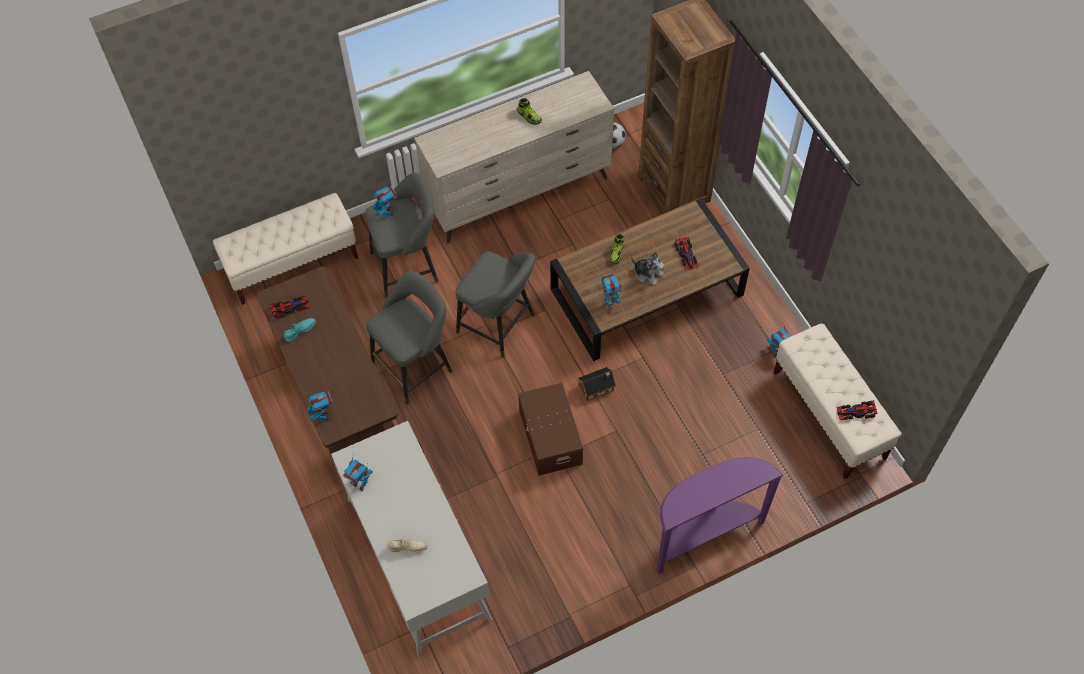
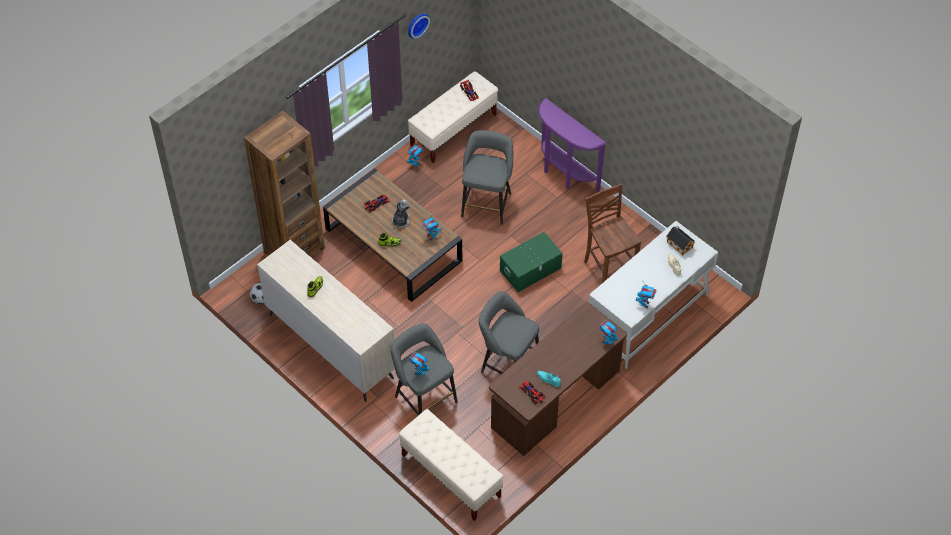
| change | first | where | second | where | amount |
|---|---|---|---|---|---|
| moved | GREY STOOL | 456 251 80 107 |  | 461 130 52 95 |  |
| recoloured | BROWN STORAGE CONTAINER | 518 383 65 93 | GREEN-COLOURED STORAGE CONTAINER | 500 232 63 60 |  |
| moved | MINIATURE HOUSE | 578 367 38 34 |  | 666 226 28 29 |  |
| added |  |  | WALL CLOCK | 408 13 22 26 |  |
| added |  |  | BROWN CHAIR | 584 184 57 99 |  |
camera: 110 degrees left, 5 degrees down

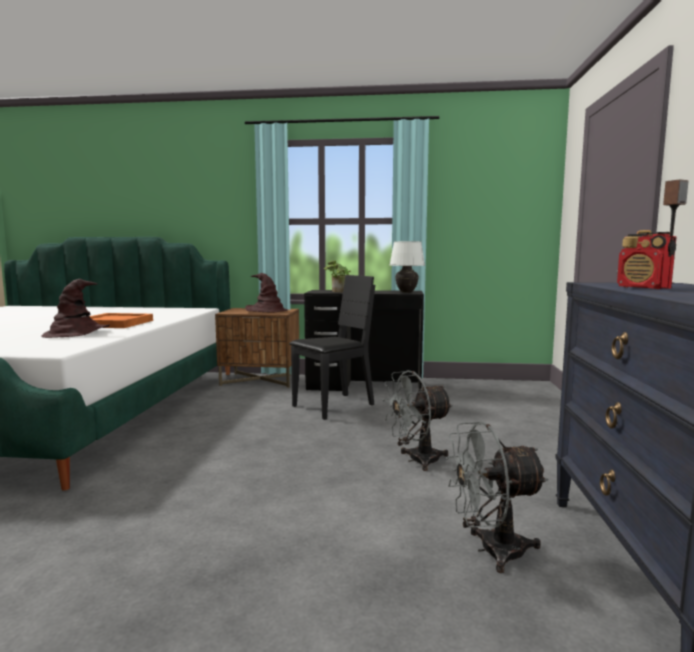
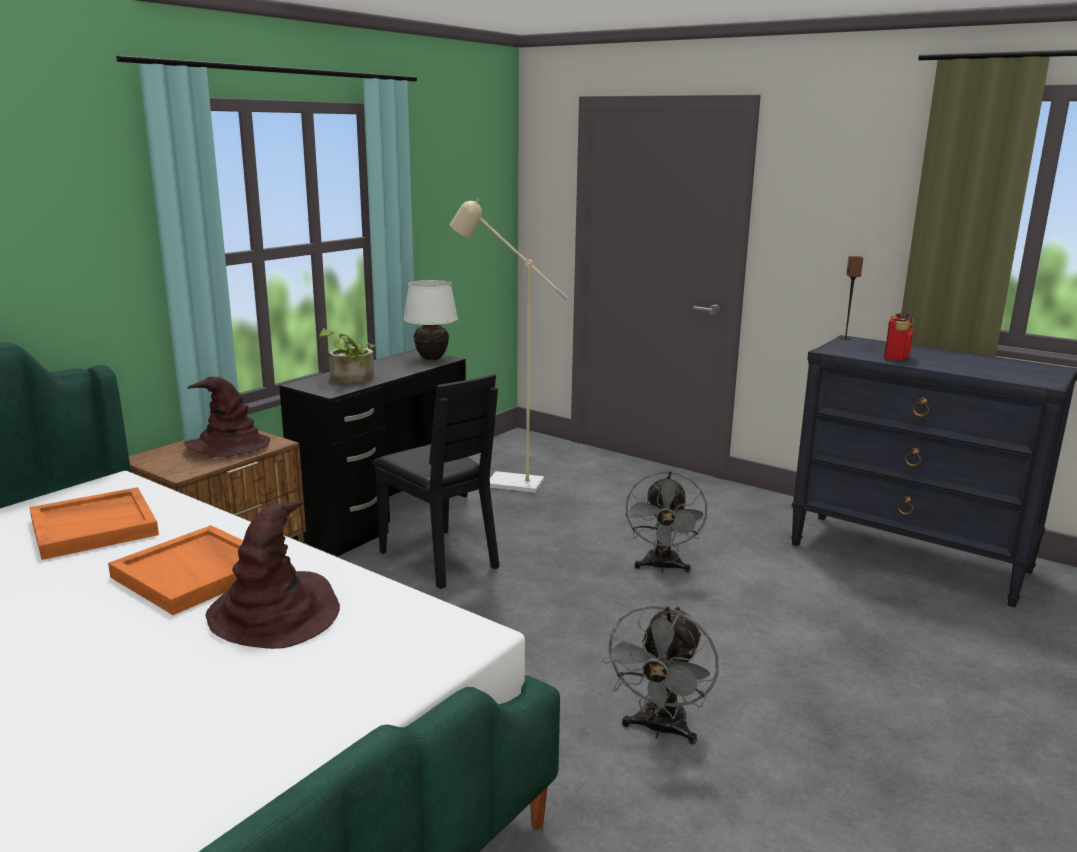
| change | first | where | second | where | amount |
|---|---|---|---|---|---|
| turned | BLACKISH CHAIR | 289 275 86 145 |  | 372 374 128 215 | 150 degrees clockwise |
| moved | GREY COOLING FAN | 446 421 103 152 |  | 602 605 117 140 |  |
| turned | RADIO SET | 617 230 60 59 |  | 884 313 30 48 | 60 degrees counterclockwise |
| added |  |  | ORANGE-COLOURED SERVING TRAY | 29 487 130 73 |  |
| added |  |  | BEIGE STANDARD LAMP | 450 199 118 294 |  |
camera: 60 degrees left, 10 degrees up

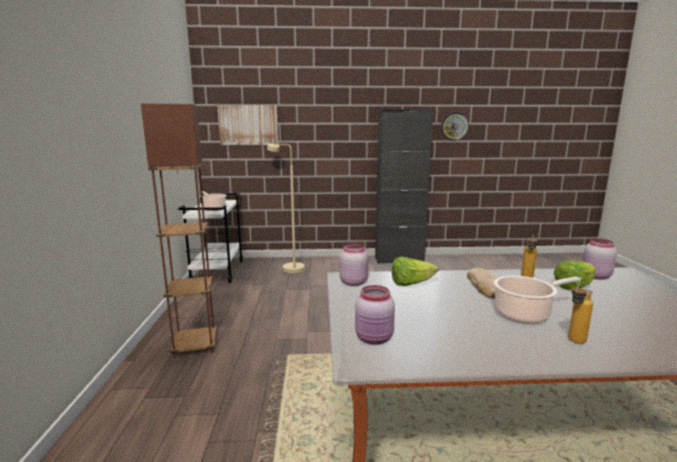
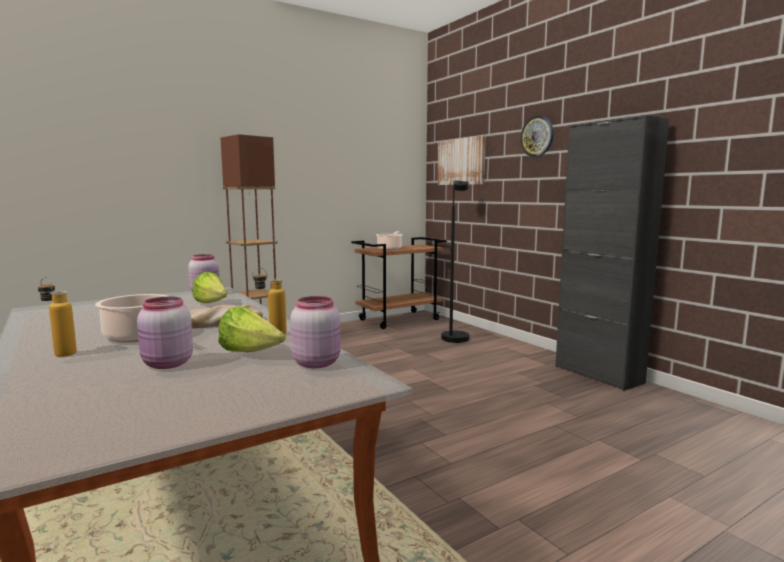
| change | first | where | second | where | amount |
|---|---|---|---|---|---|
| recoloured | WHITISH CART | 178 193 65 90 | BROWN CART | 351 237 96 92 |  |
| recoloured | BEIGE STANDARD LAMP | 267 143 38 130 | BLACKISH STANDARD LAMP | 441 180 28 163 |  |
| moved | PINK STORAGE JAR | 355 285 40 60 |  | 137 297 56 72 |  |
| moved | WALL CLOCK | 441 112 28 29 |  | 520 115 34 42 |  |
camera: 60 degrees right, 5 degrees down

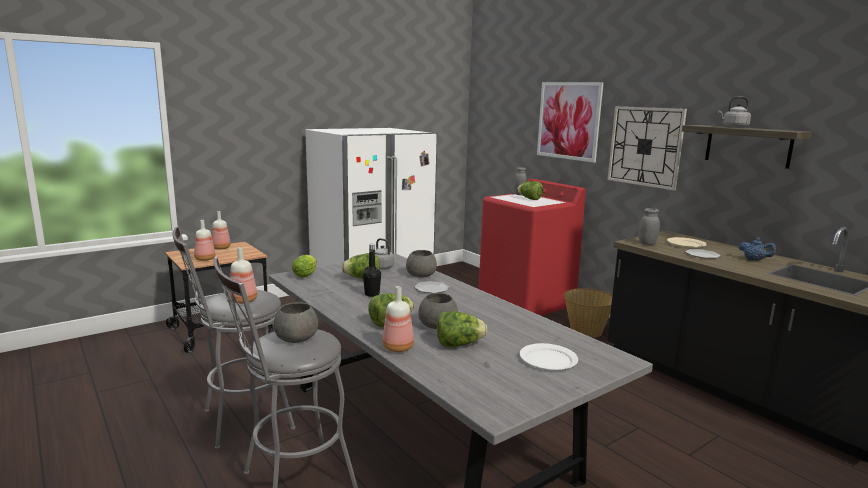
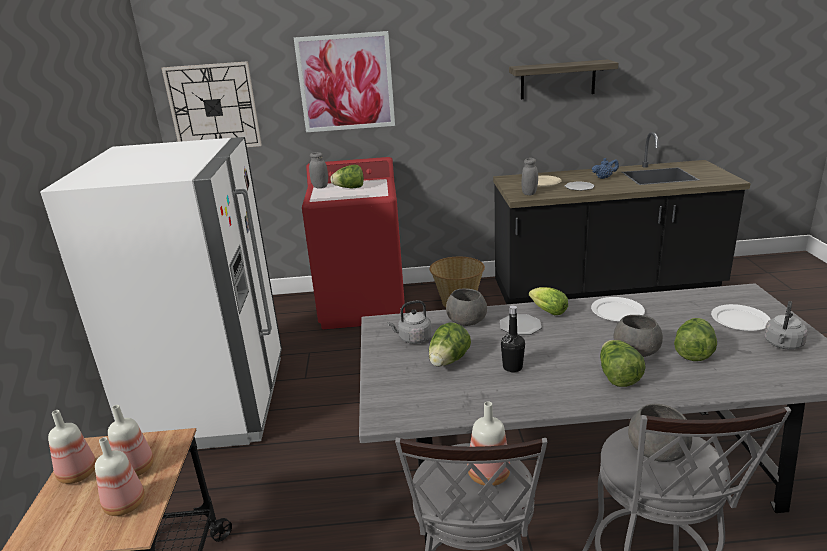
| change | first | where | second | where | amount |
|---|---|---|---|---|---|
| moved | HEAD OF LETTUCE | 292 255 25 23 |  | 529 287 39 28 |  |
| moved | BEVERAGE BOTTLE | 382 286 32 66 |  | 108 405 46 71 |  |
| moved | WALL CLOCK | 607 106 80 84 |  | 162 61 100 86 |  |
| moved | GREY WATER KETTLE | 718 97 33 31 |  | 764 301 44 48 |  |
| added |  |  | WHITISH FLAT DISH | 591 297 54 24 |  |
camera: 55 degrees left, 10 degrees up

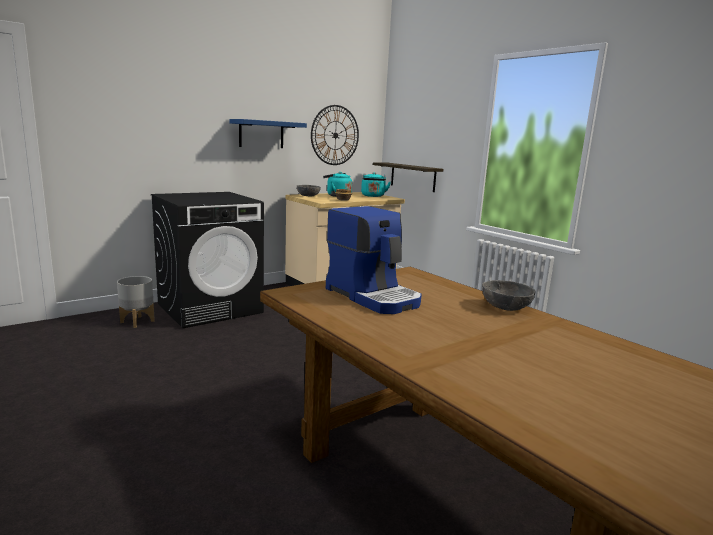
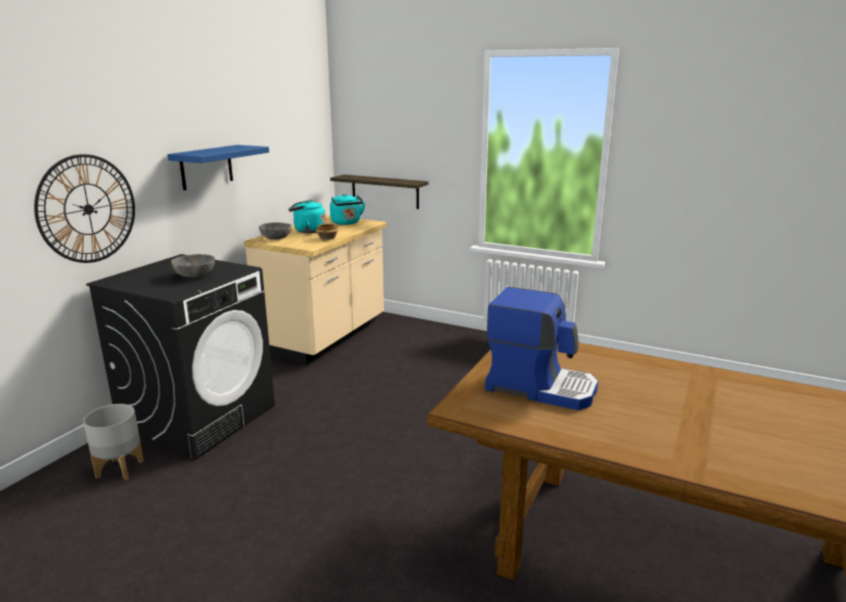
| change | first | where | second | where | amount |
|---|---|---|---|---|---|
| moved | WALL CLOCK | 311 105 48 60 |  | 34 154 101 109 |  |
| moved | GREY DEEP DISH | 482 280 53 31 |  | 171 254 44 24 |  |
camera: 25 degrees left, 5 degrees up

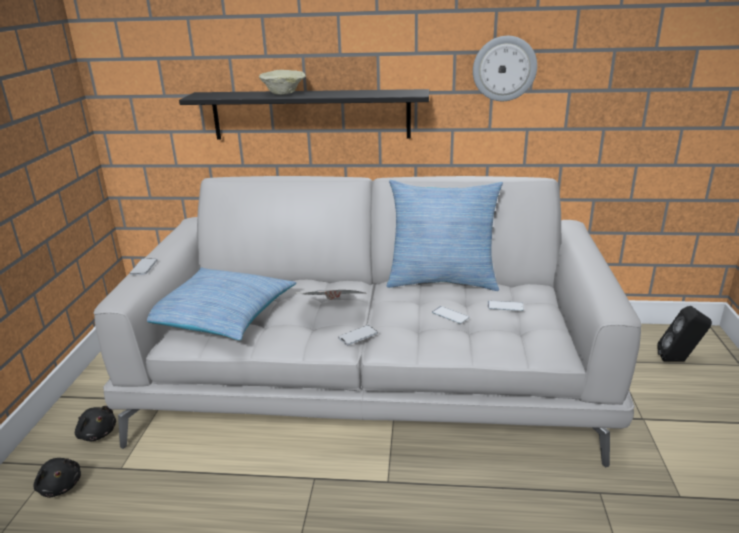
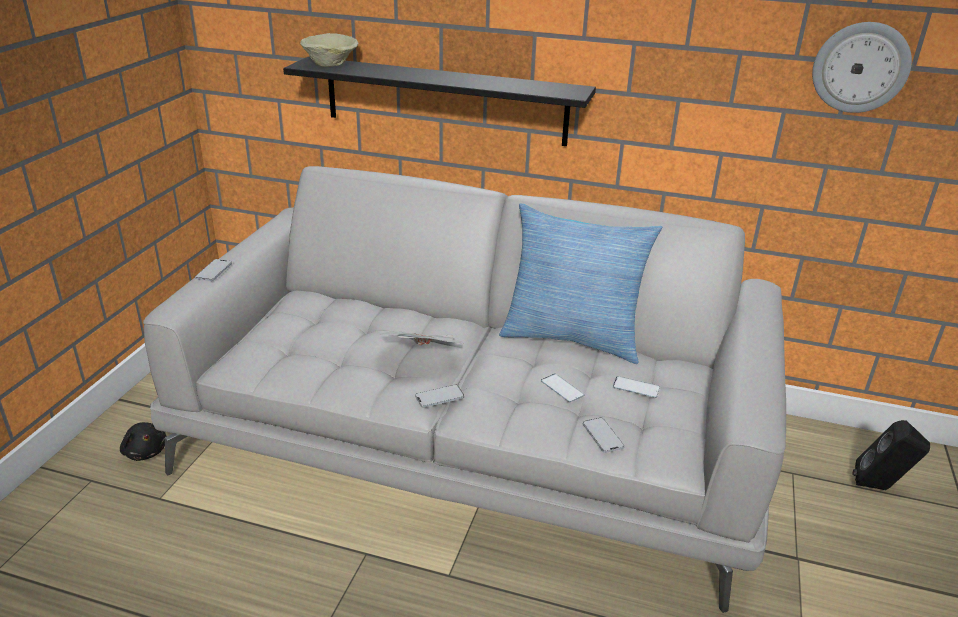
| change | first | where | second | where | amount |
|---|---|---|---|---|---|
| removed | BLACKISH PLUSH TOY | 34 458 47 40 |  |  |  |
| removed | PILLOW | 147 268 149 72 |  |  |  |
| moved | BEIGE DEEP DISH | 259 70 46 25 |  | 300 33 58 34 |  |
| moved | WALL CLOCK | 473 36 64 65 |  | 812 22 100 91 |  |
| added |  |  | HANDSET | 583 417 41 36 |  |
camera: 10 degrees right, 5 degrees up

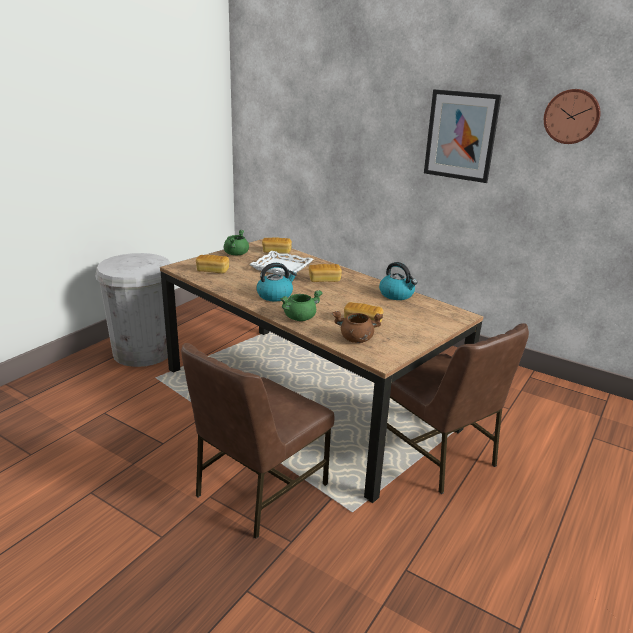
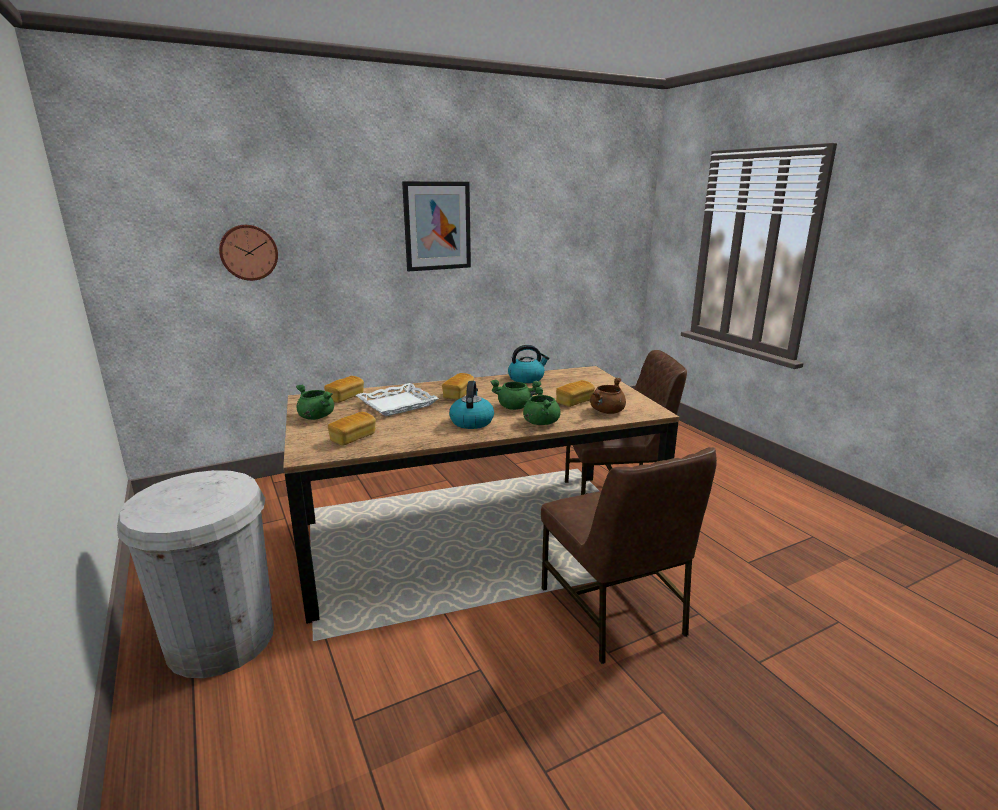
| change | first | where | second | where | amount |
|---|---|---|---|---|---|
| moved | WALL CLOCK | 544 89 57 55 |  | 219 225 59 56 |  |
| added |  |  | GREEN-COLOURED SAUCEPOT | 491 379 50 31 |  |
camera: 60 degrees left, 5 degrees down

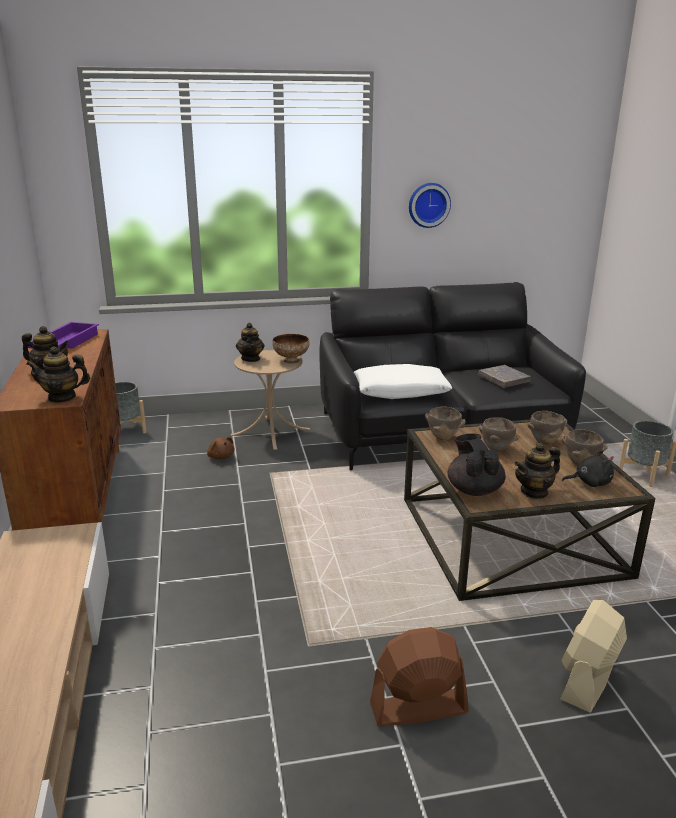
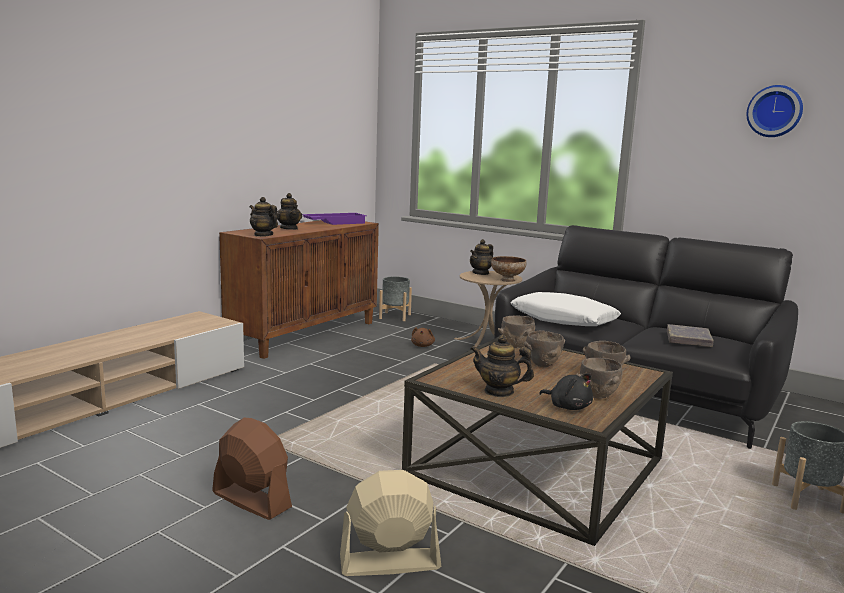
| change | first | where | second | where | amount |
|---|---|---|---|---|---|
| moved | WALL CLOCK | 409 183 42 45 |  | 747 85 56 52 |  |
| removed | BLACKISH TEA POT | 448 433 58 63 |  |  |  |
camera: 45 degrees right, 10 degrees down

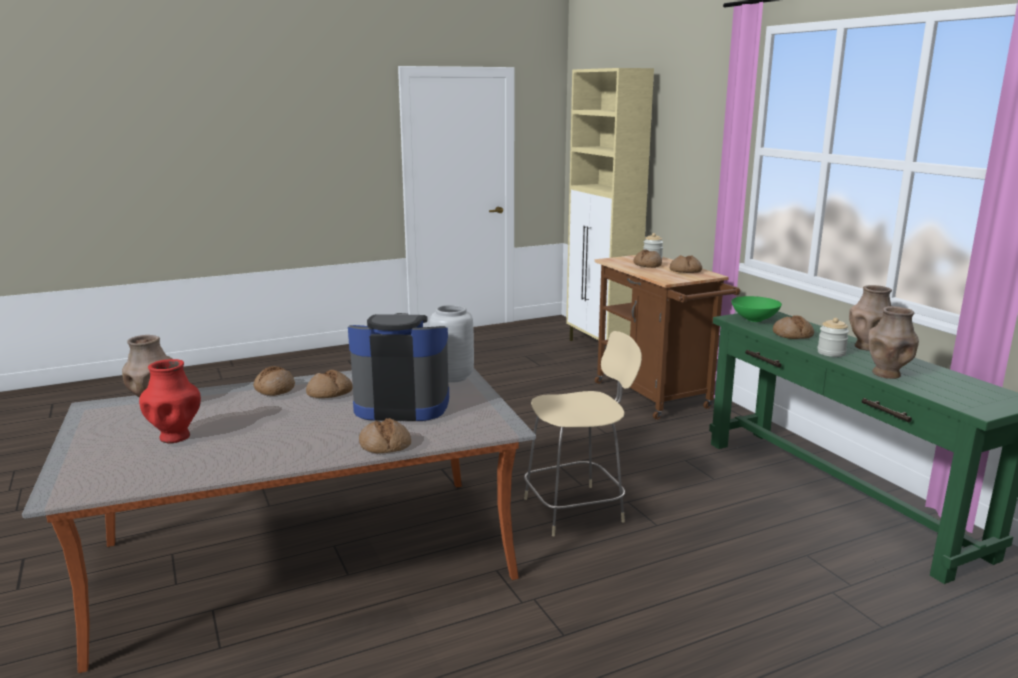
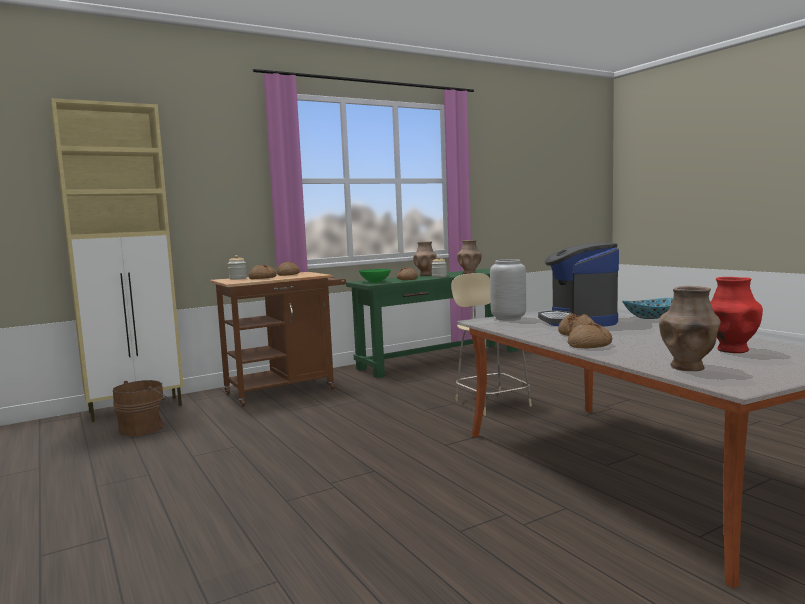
| change | first | where | second | where | amount |
|---|---|---|---|---|---|
| replaced | BREAD | 359 418 52 36 | DEEP DISH | 622 298 51 21 |  |
| added |  |  | BROWN BUCKET | 113 380 56 56 |  |
camera: 95 degrees left, 10 degrees down

